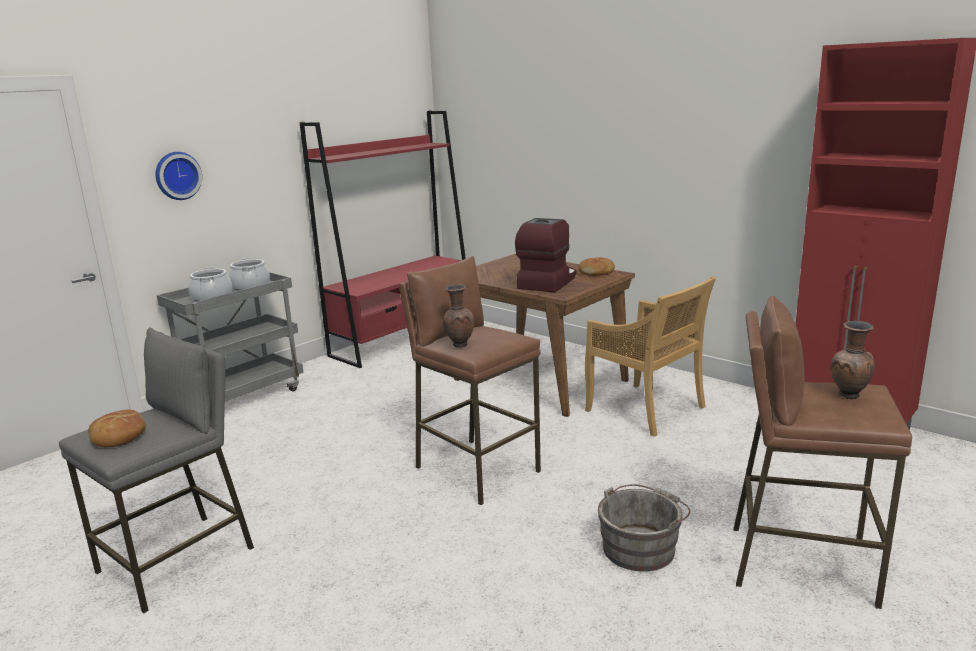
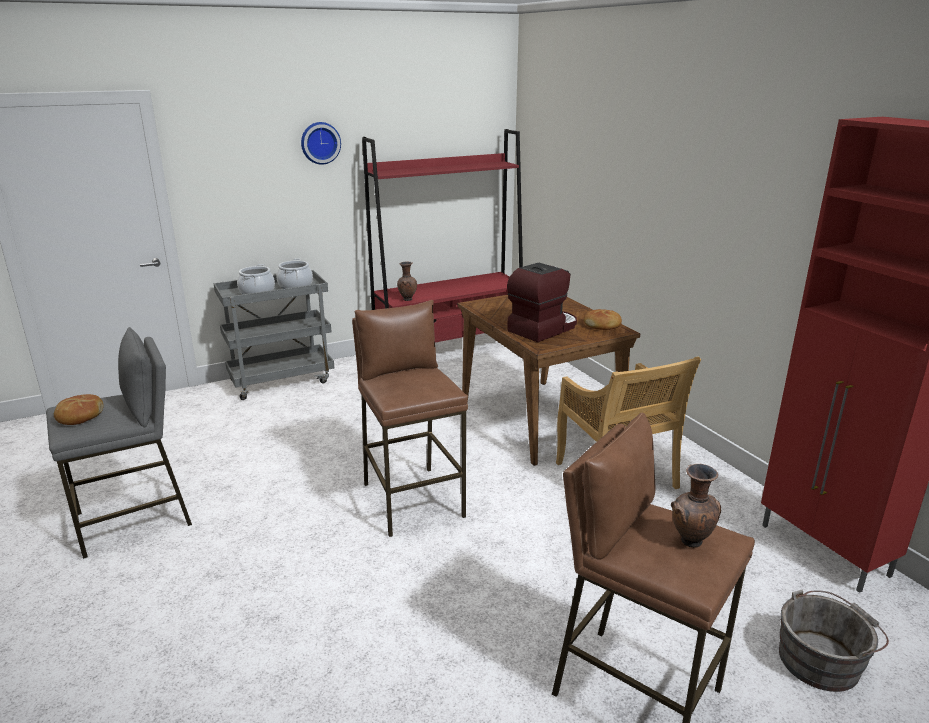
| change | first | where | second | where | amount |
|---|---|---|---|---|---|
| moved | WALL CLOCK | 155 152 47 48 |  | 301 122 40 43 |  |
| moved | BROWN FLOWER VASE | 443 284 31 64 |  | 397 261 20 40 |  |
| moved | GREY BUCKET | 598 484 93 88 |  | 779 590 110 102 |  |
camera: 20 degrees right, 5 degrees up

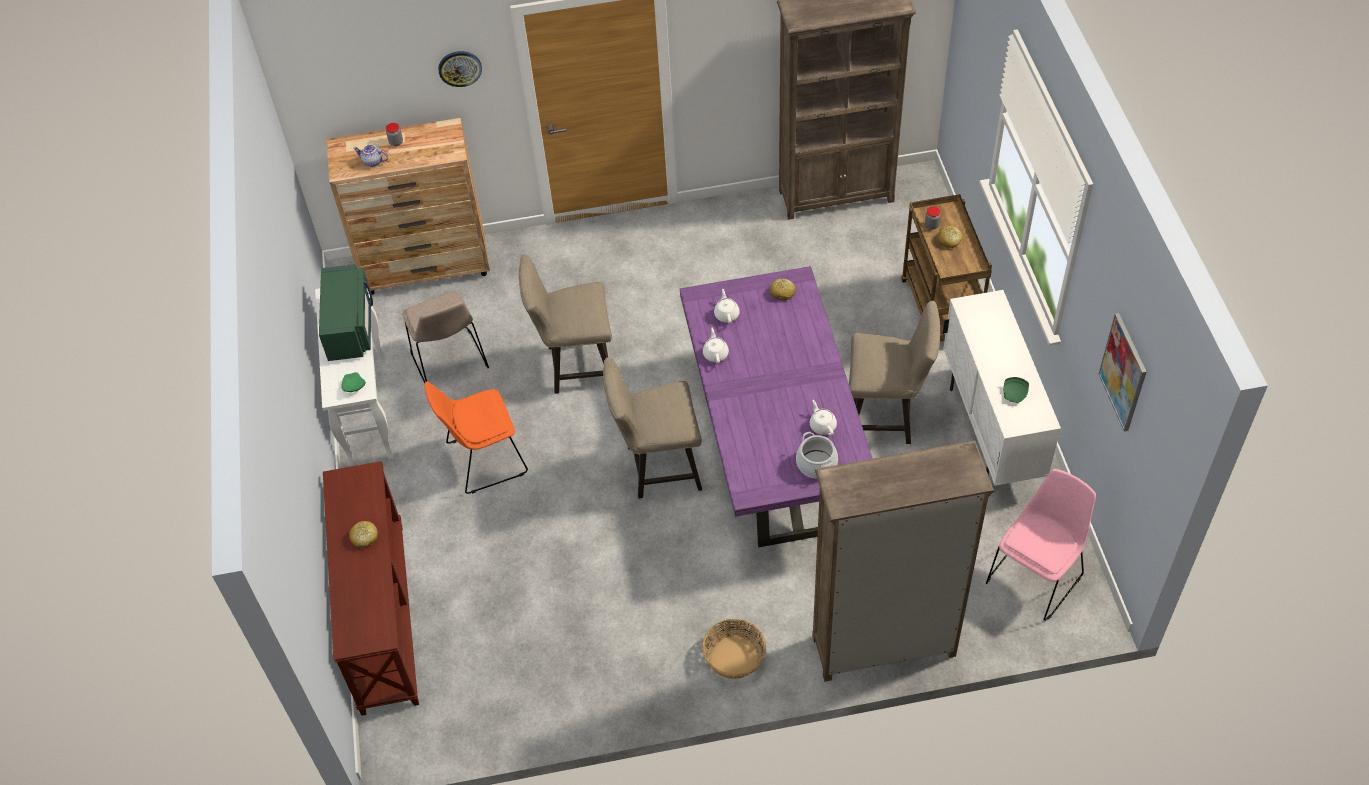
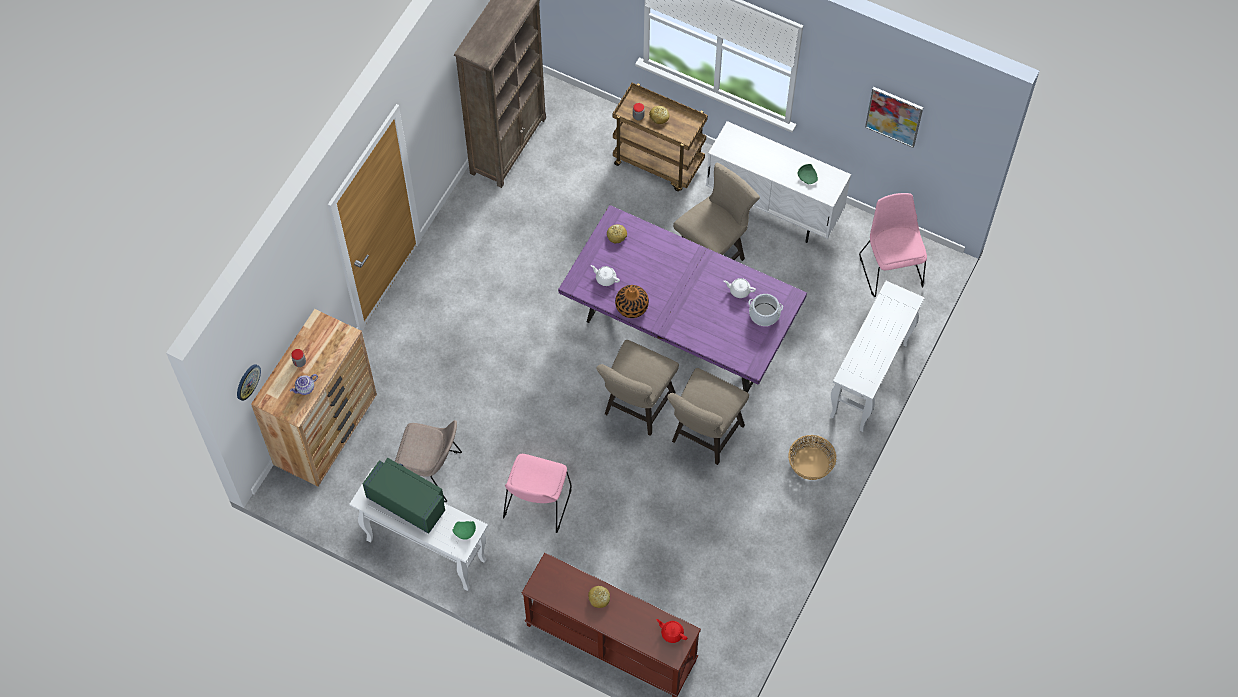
| change | first | where | second | where | amount |
|---|---|---|---|---|---|
| recoloured | ORANGE-COLOURED CHAIR | 424 381 104 113 | PINK CHAIR | 503 454 69 79 |  |
| moved | WALL CLOCK | 438 51 44 36 |  | 237 364 24 37 |  |
| moved | BEIGE STOOL | 519 255 93 139 |  | 667 368 82 97 |  |
| replaced | WHITISH TEA POT | 703 327 26 37 | FLOWER VASE | 615 285 34 33 |  |
| replaced | BROWN BOOKSHELF | 812 440 182 242 | WHITISH HALL TABLE | 830 281 95 151 |  |
| added |  |  | RED TEA POT | 656 619 31 24 |  |
camera: 55 degrees left, 10 degrees up

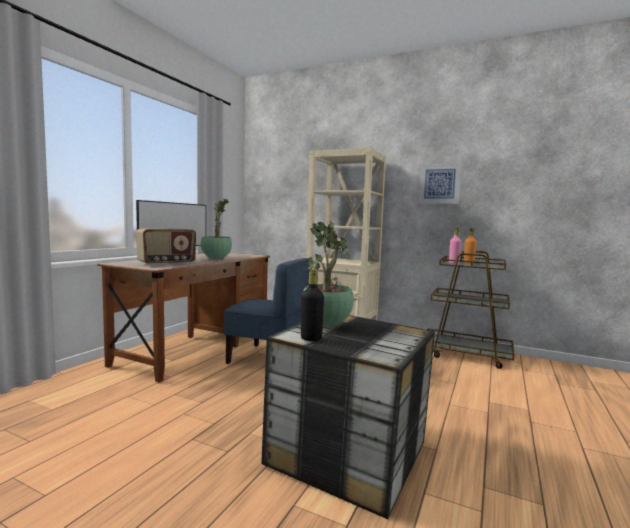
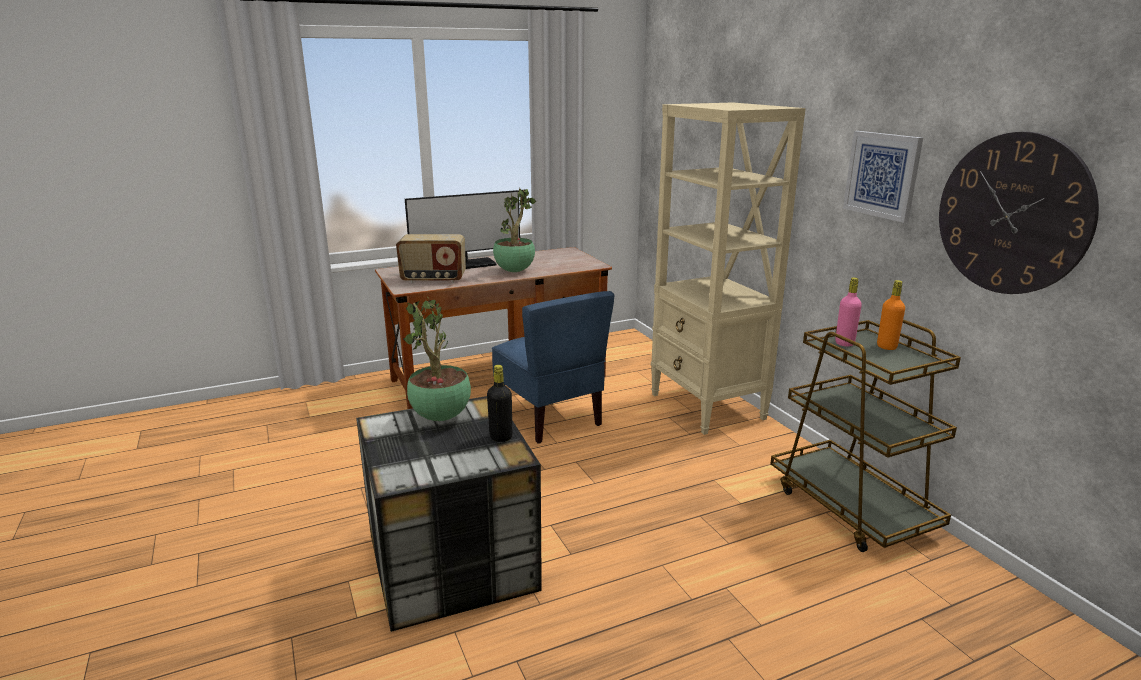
| change | first | where | second | where | amount |
|---|---|---|---|---|---|
| moved | BLACKISH BEVERAGE BOTTLE | 301 269 23 72 |  | 487 365 25 77 |  |
| added |  |  | WALL CLOCK | 939 132 160 162 |  |
camera: 40 degrees right, 15 degrees up

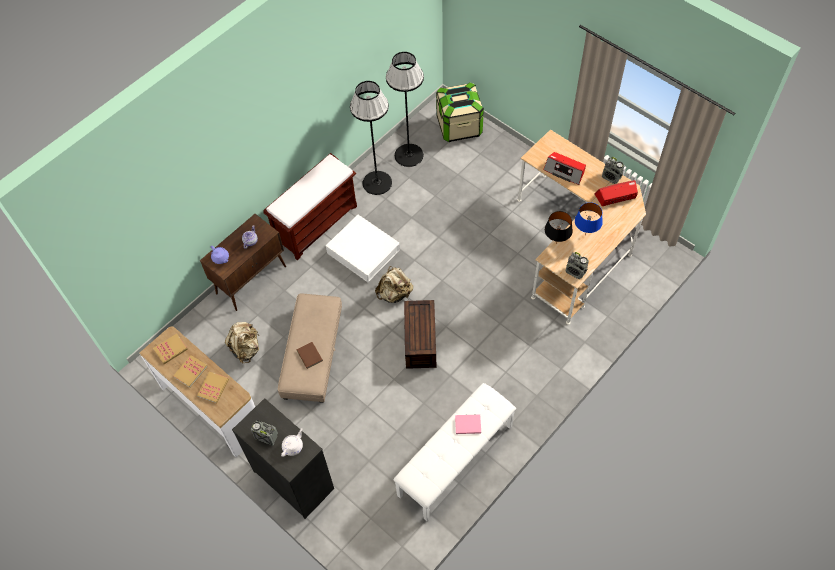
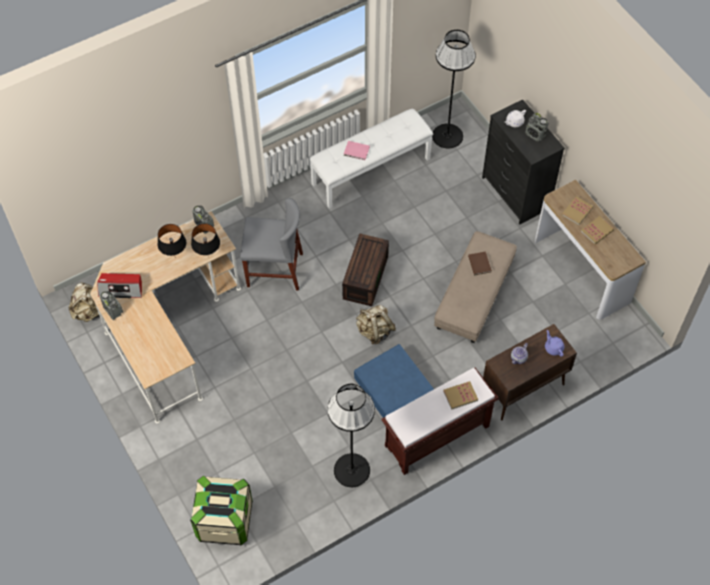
| change | first | where | second | where | amount |
|---|---|---|---|---|---|
| moved | BOUND BOOK | 153 334 35 30 |  | 443 381 35 29 |  |
| moved | BEIGE KNAPSACK | 225 322 34 42 |  | 69 282 30 40 |  |
| recoloured | WHITISH STORAGE CONTAINER | 326 215 74 67 | BLUE-COLOURED STORAGE CONTAINER | 354 344 80 74 |  |
| moved | BLACKISH STANDARD LAMP | 386 52 38 115 |  | 432 30 44 118 |  |
| removed | RADIO SET | 543 152 43 33 |  |  |  |
| recoloured | BLUE-COLOURED TABLE LAMP | 575 202 28 34 | BLACKISH TABLE LAMP | 158 224 28 32 |  |
| added |  |  | GREY CHAIR | 240 198 63 93 |  |
camera: 165 degrees left, 0 degrees up

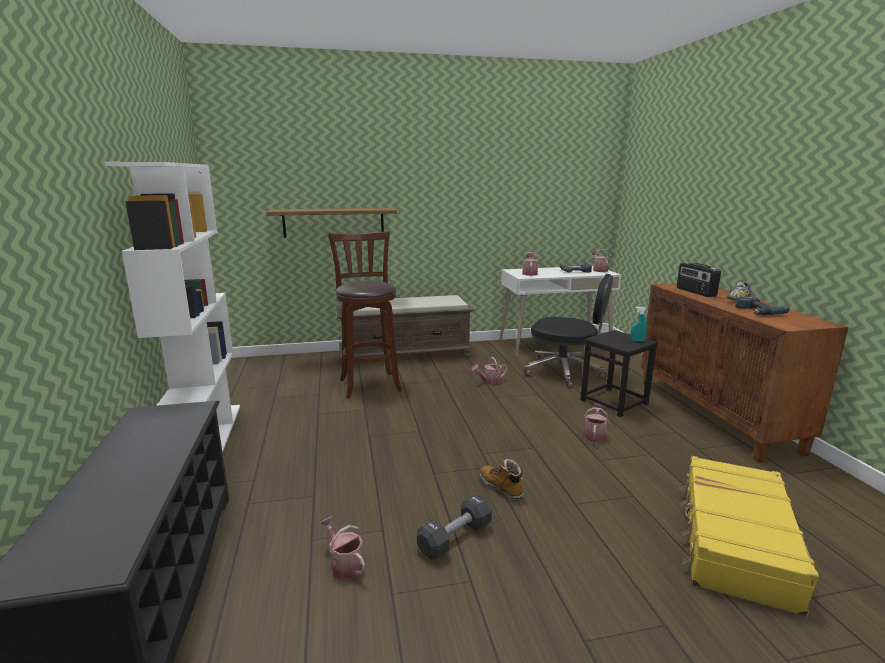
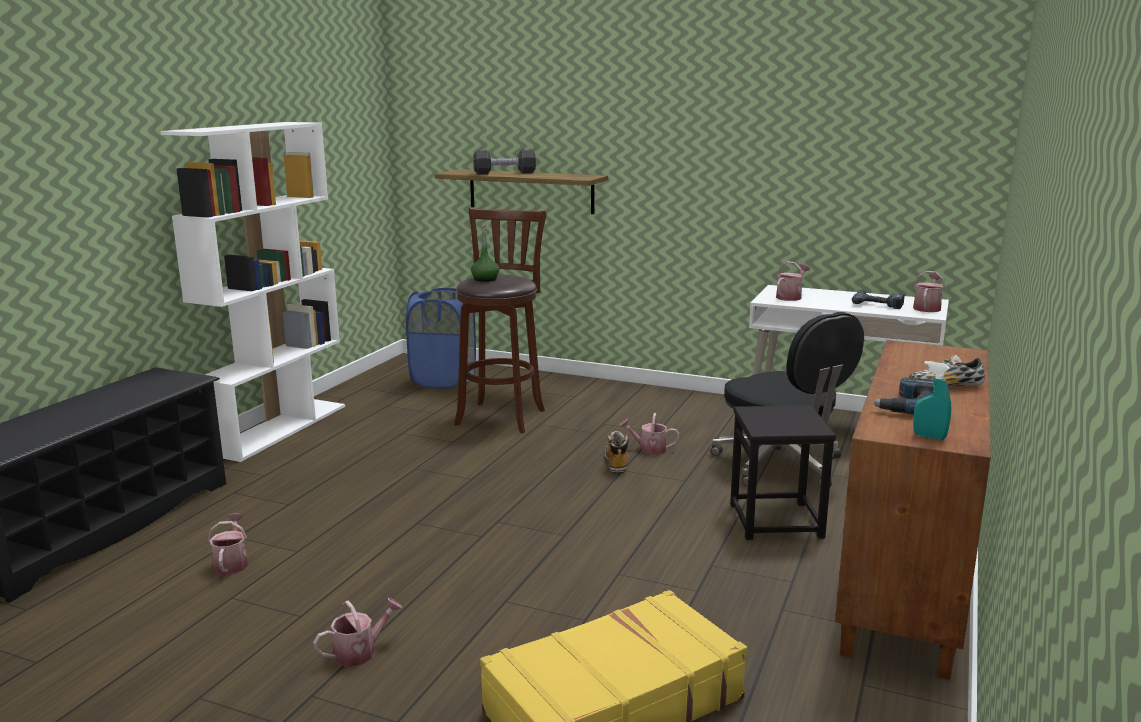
| change | first | where | second | where | amount |
|---|---|---|---|---|---|
| removed | BROWN LONG SEAT | 337 295 137 70 |  |  |  |
| moved | BLACKISH DUMBBELL | 417 494 75 66 |  | 473 149 63 25 |  |
| moved | HIGH-TOP BOOT | 479 459 44 42 |  | 605 431 24 43 |  |
| moved | WATERING POT | 583 404 26 38 |  | 313 598 89 69 |  |
| moved | TURQUOISE SPRAY BOTTLE | 631 307 16 34 |  | 913 361 38 79 |  |
| removed | RADIO SET | 677 262 44 35 |  |  |  |
| added |  |  | BLUE-COLOURED LAUNDRY BASKET | 406 288 70 101 |  |
| added |  |  | GREEN-COLOURED BEVERAGE BOTTLE | 471 225 28 57 |  |
camera: 35 degrees right, 0 degrees up

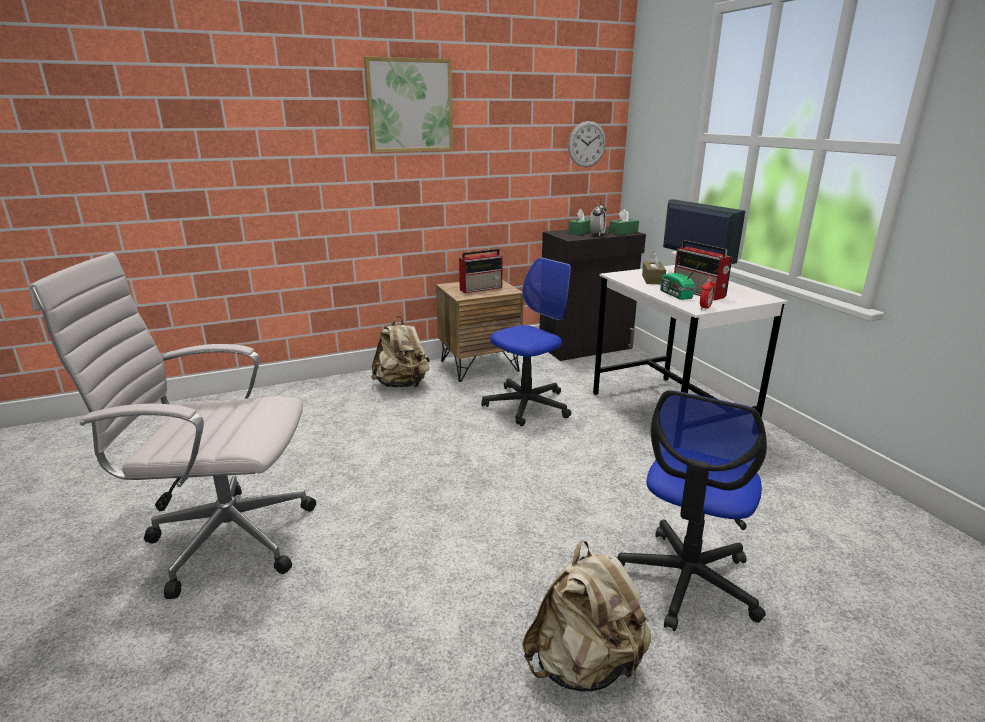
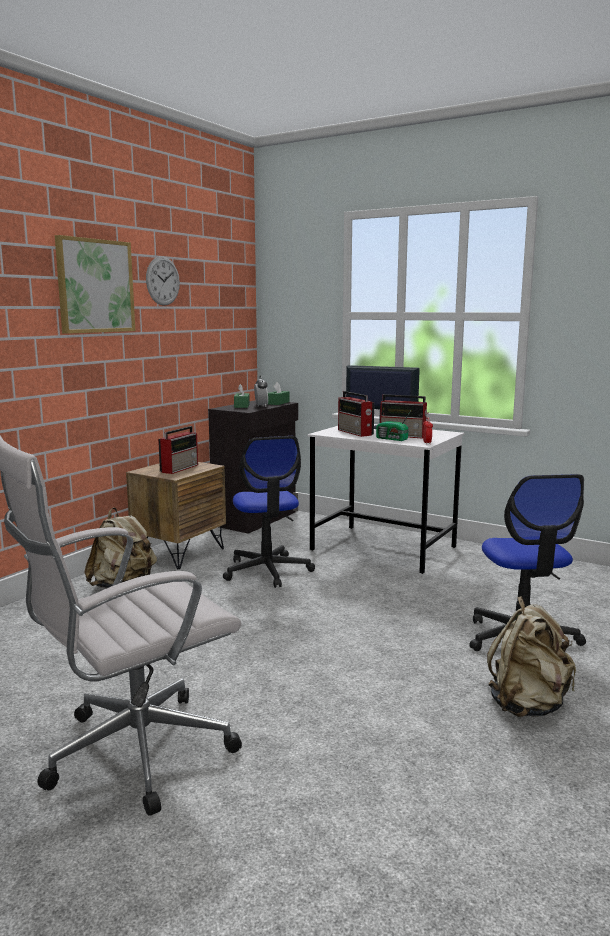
| change | first | where | second | where | amount |
|---|---|---|---|---|---|
| turned | COMPUTER CHAIR | 481 258 90 168 |  | 223 436 92 152 | 150 degrees clockwise |
| moved | WALL CLOCK | 568 121 38 46 |  | 146 256 34 50 |  |
| replaced | BROWN TISSUE HOLDER | 642 251 24 33 | RADIO SET | 338 391 36 46 |  |
camera: 35 degrees left, 10 degrees down

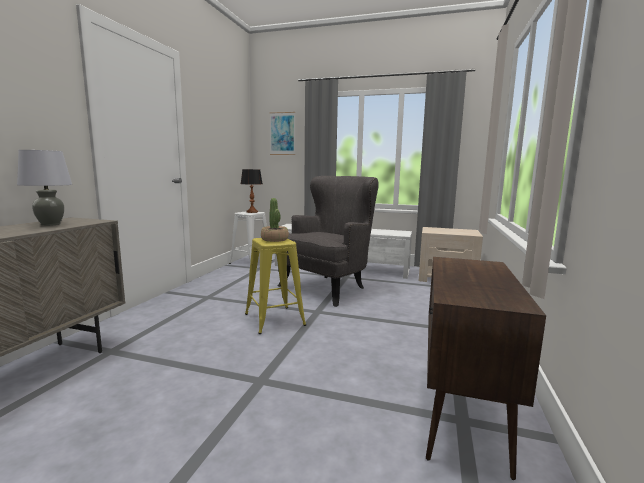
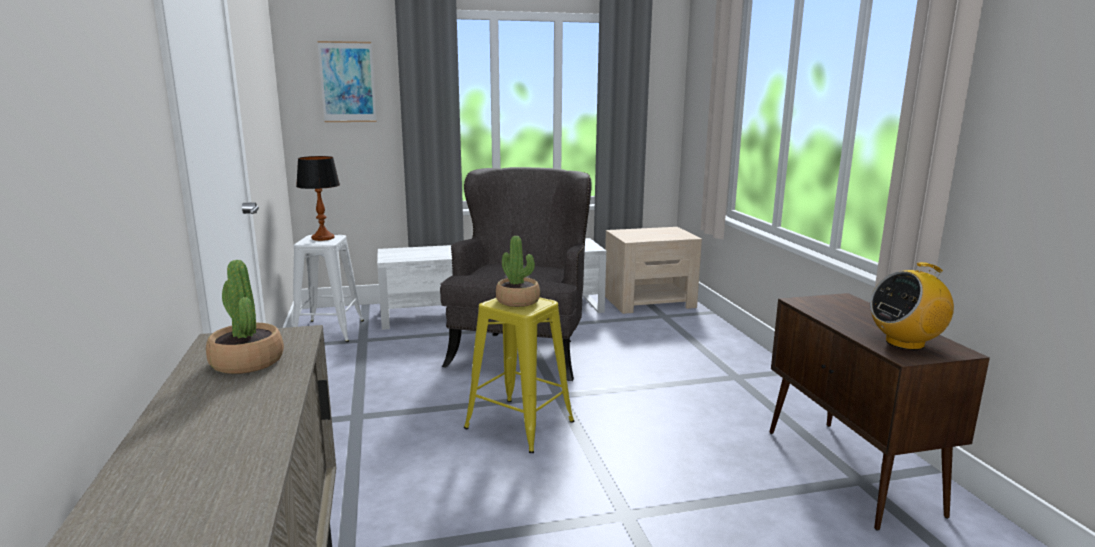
| change | first | where | second | where | amount |
|---|---|---|---|---|---|
| replaced | GREY TABLE LAMP | 17 150 55 76 | POTTED PLANT | 206 260 78 114 |  |
| added |  |  | RADIO SET | 870 262 84 88 |  |
camera: 30 degrees left, 5 degrees up

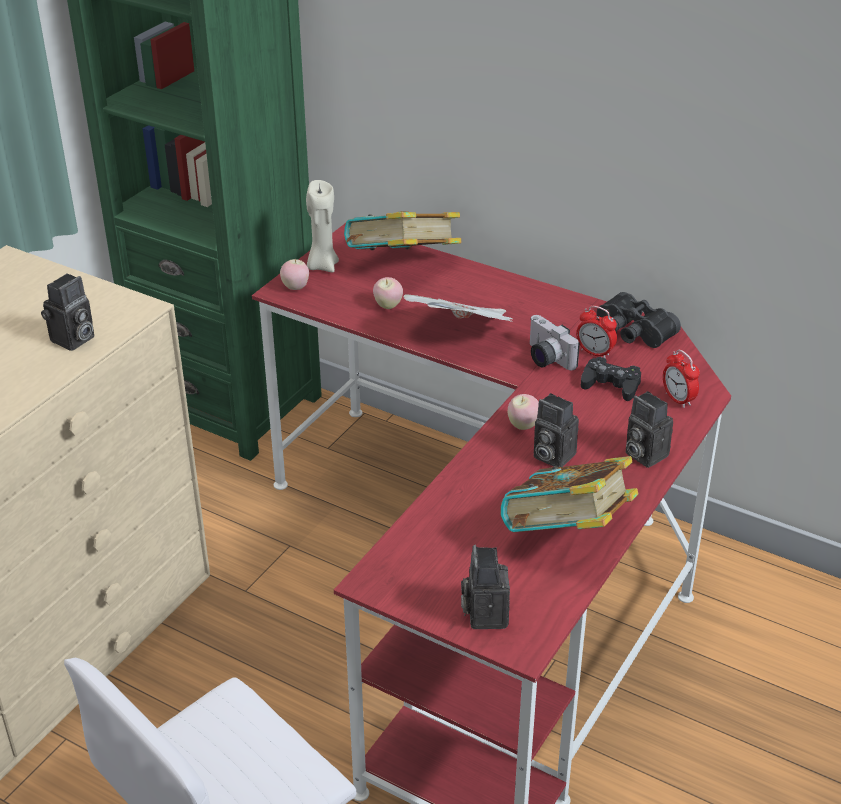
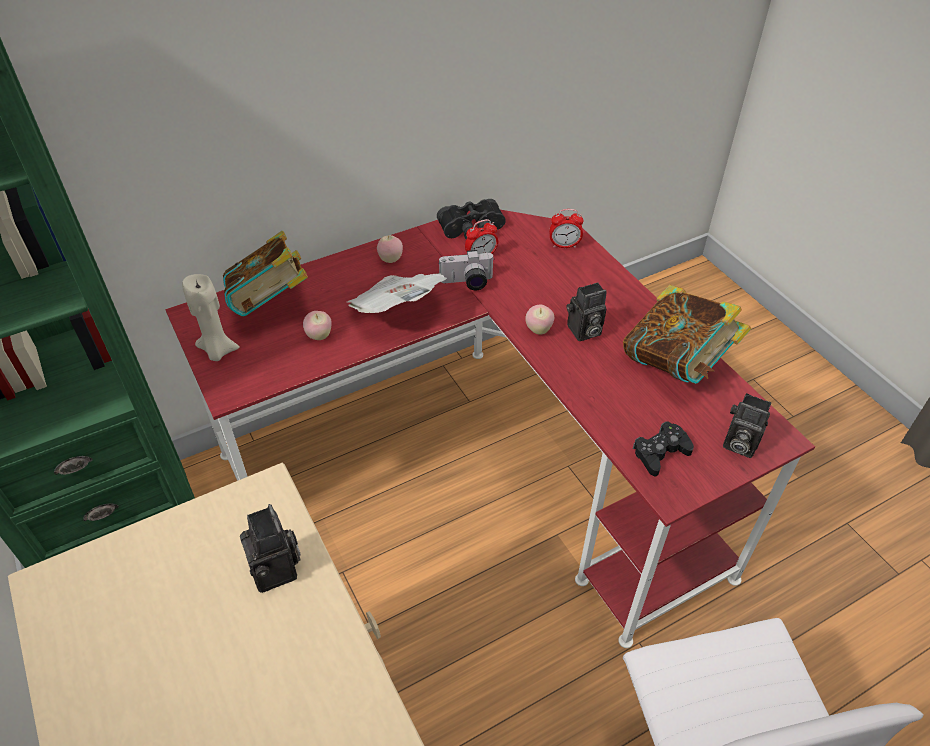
| change | first | where | second | where | amount |
|---|---|---|---|---|---|
| moved | WHOLE APPLE | 280 259 29 31 |  | 377 235 26 28 |  |
| moved | BLACKISH GAMEPAD | 581 357 60 44 |  | 633 421 61 56 |  |
| removed | PHOTO CAMERA | 626 391 47 77 |  |  |  |
camera: 60 degrees left, 10 degrees up

